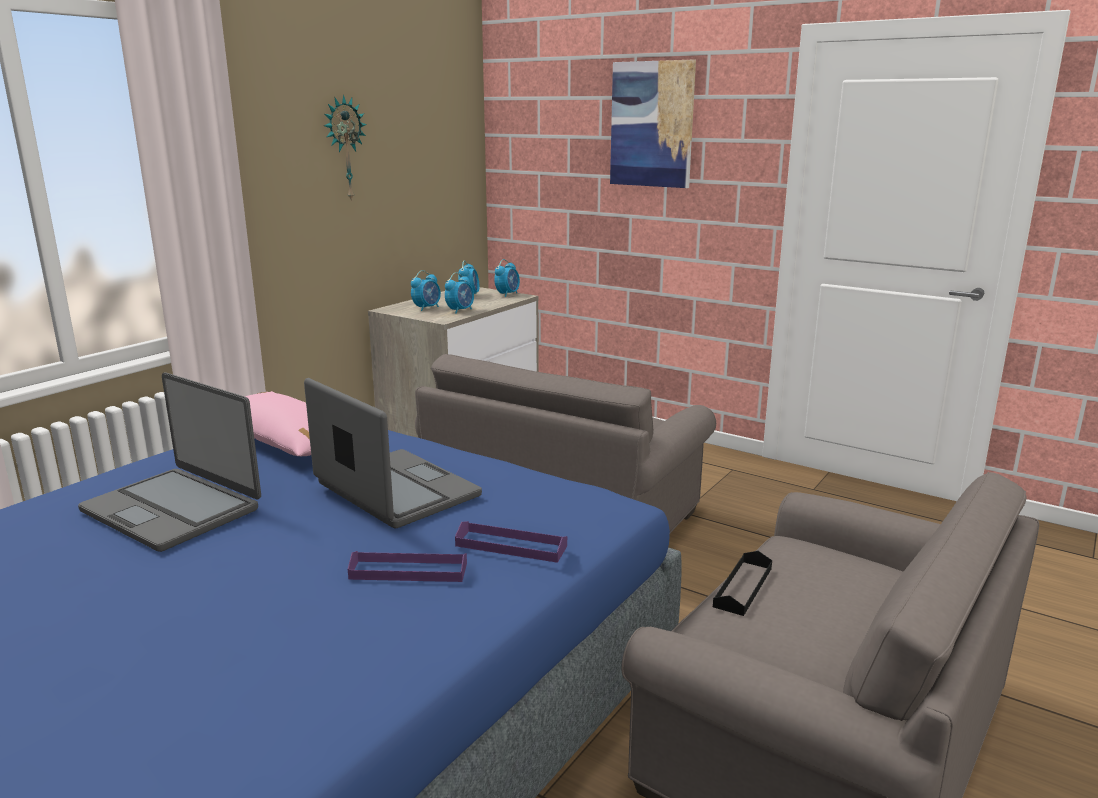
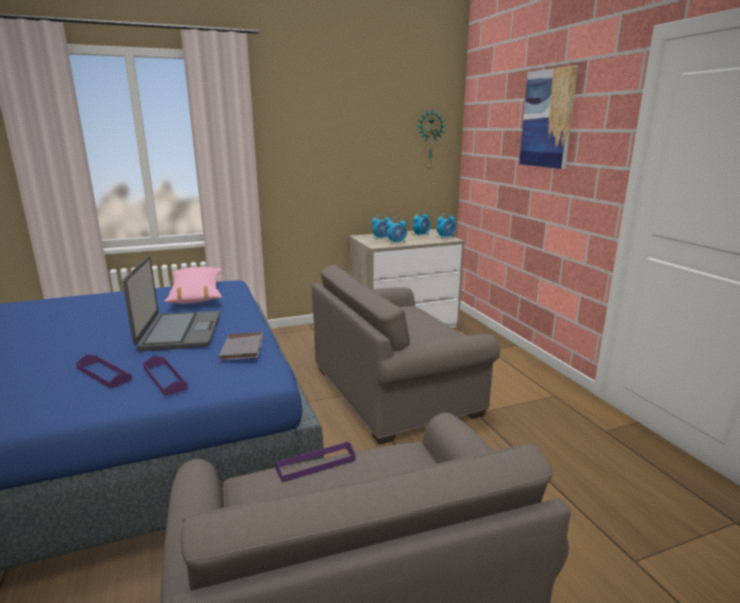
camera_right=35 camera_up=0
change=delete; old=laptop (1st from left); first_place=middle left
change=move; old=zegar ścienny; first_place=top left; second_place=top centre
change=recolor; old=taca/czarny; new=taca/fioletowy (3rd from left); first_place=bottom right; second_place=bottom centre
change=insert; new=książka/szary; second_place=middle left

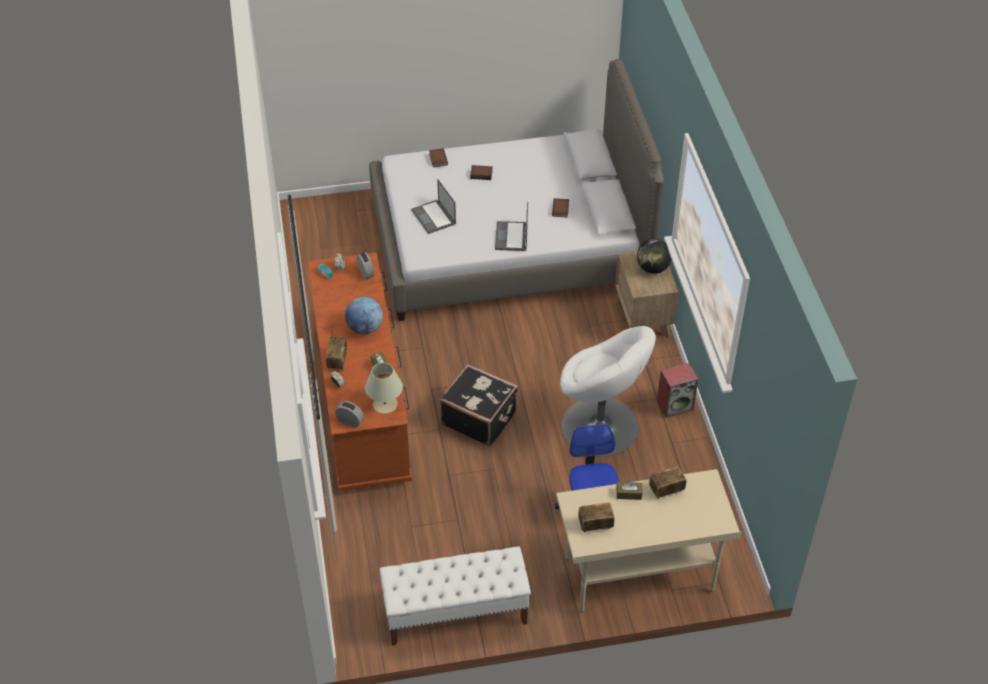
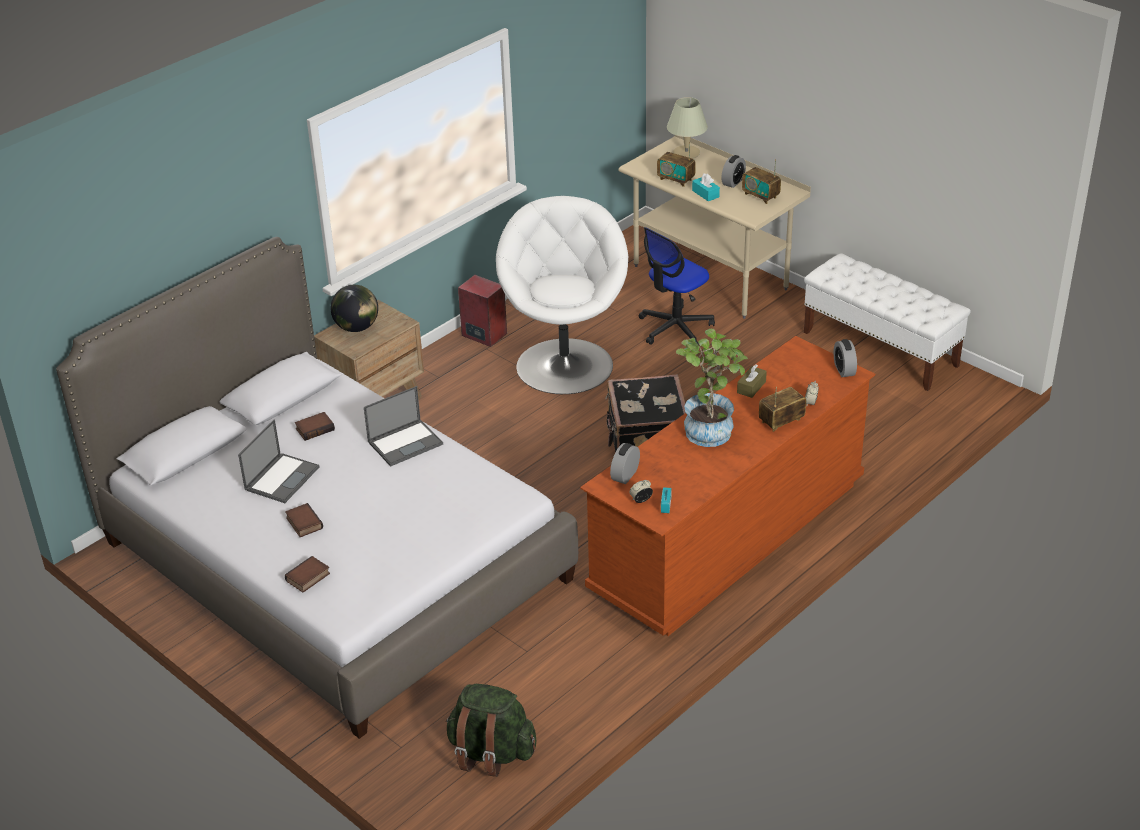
camera_right=-125 camera_up=-10
change=replace; old=globus (1st from left); new=roślina doniczkowa; first_place=centre; second_place=centre
change=move; old=lampa stołowa/beżowy; first_place=centre; second_place=top centre
change=move; old=laptop (1st from left); first_place=top centre; second_place=middle left
change=recolor; old=pudełko chusteczek/brązowy (2nd from left); new=pudełko chusteczek/turkusowy; first_place=bottom centre; second_place=top centre
change=insert; new=plecak/zielony; second_place=bottom centre
change=insert; new=budzik (3rd from left); second_place=top centre

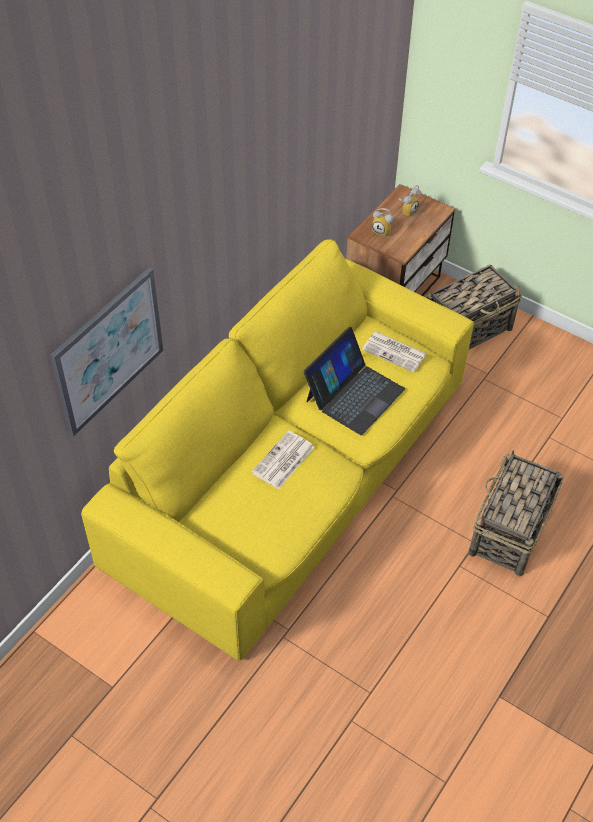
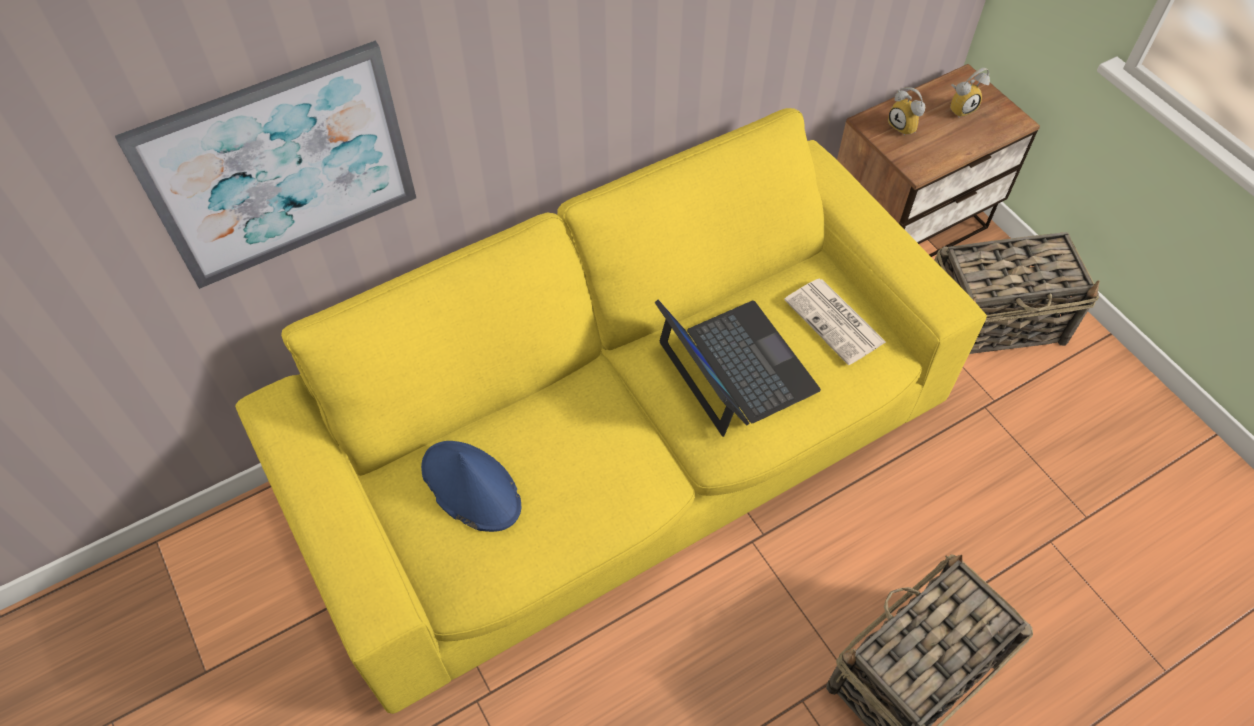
camera_right=25 camera_up=5
change=delete; old=gazeta (1st from left); first_place=centre
change=rotate; old=laptop; first_place=centre; second_place=centre; degrees=-90
change=insert; new=kapelusz/niebieski; second_place=bottom centre

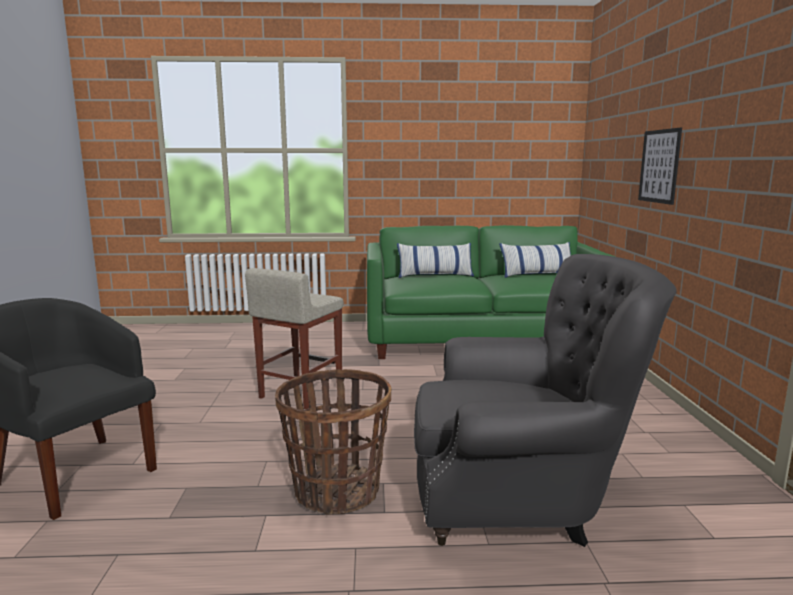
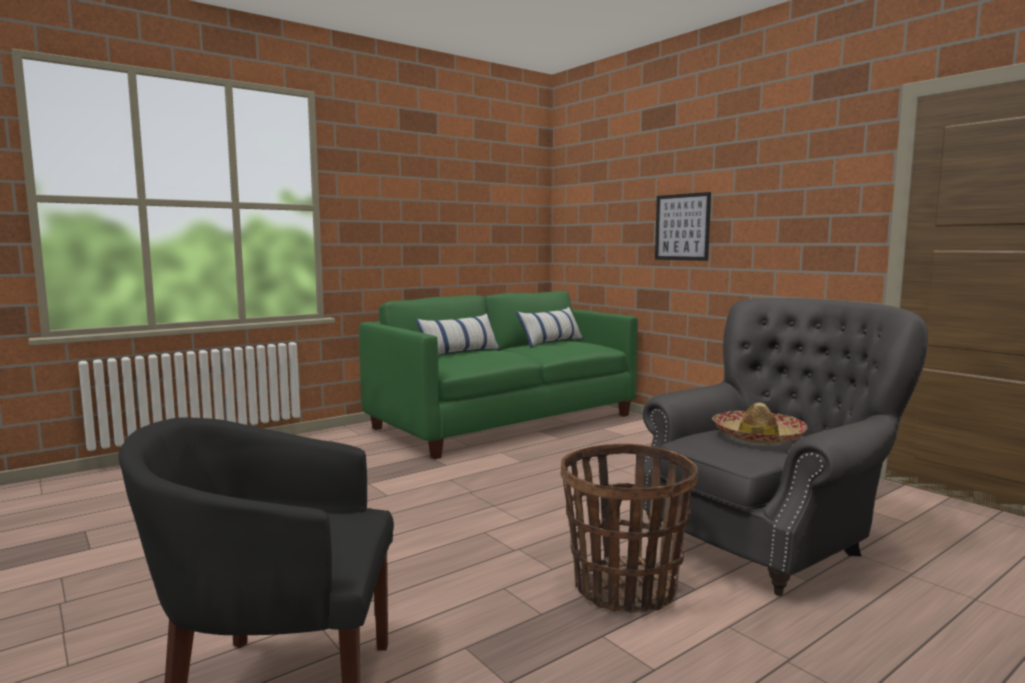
camera_right=-35 camera_up=-5
change=delete; old=stołek/beżowy; first_place=centre
change=insert; new=kapelusz; second_place=middle right

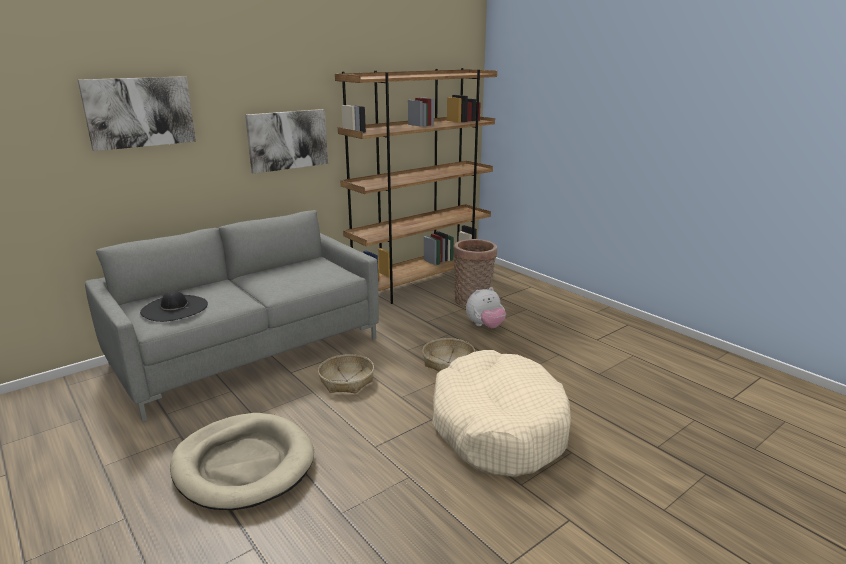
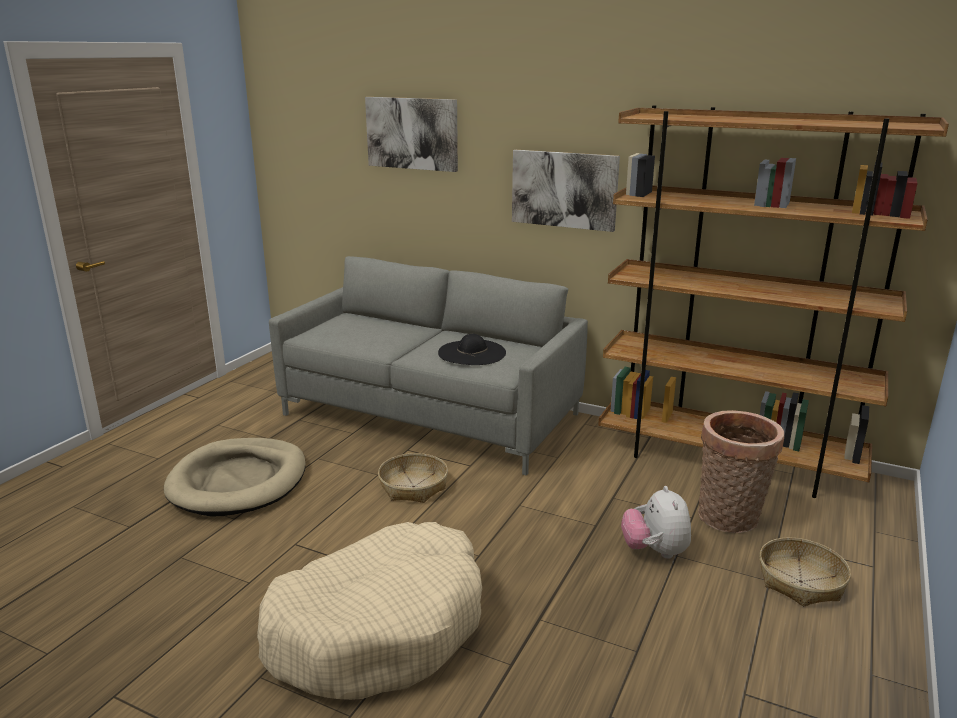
camera_right=65 camera_up=0
change=move; old=kapelusz/czarny; first_place=middle left; second_place=centre
change=move; old=koszyk (2nd from left in the first image); new=koszyk (3rd from left); first_place=centre; second_place=bottom right
change=rotate; old=pluszak; first_place=centre; second_place=bottom right; degrees=45

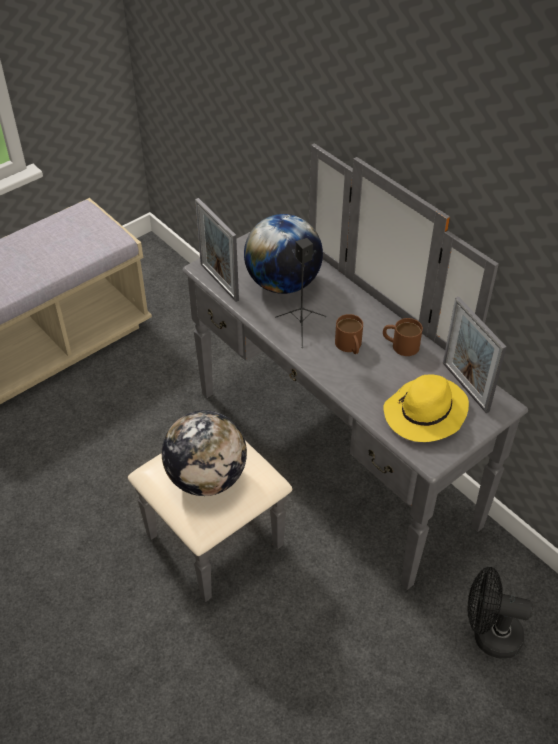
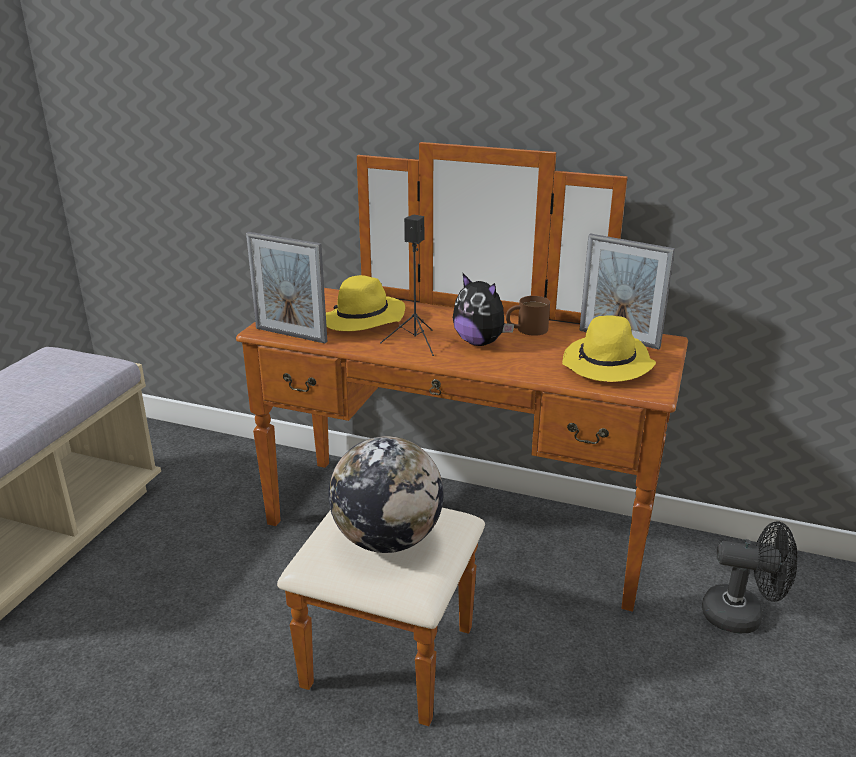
camera_right=-30 camera_up=-20
change=recolor; old=komoda/szary; new=komoda/brązowy; first_place=centre; second_place=centre
change=replace; old=globus (2nd from left); new=kapelusz/żółty (1st from left); first_place=centre; second_place=centre
change=replace; old=kubek/brązowy (1st from left); new=pluszak; first_place=centre; second_place=centre
change=rotate; old=wentylator/czarny; first_place=bottom right; second_place=bottom right; degrees=-150

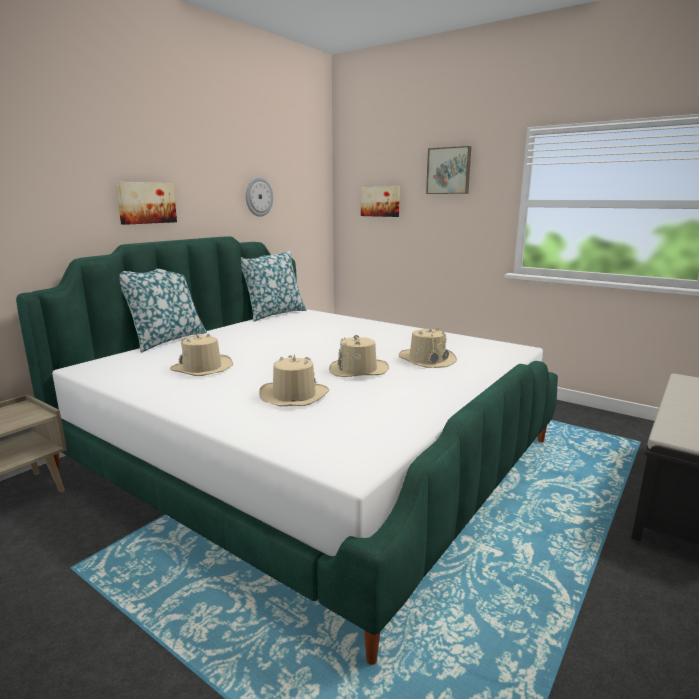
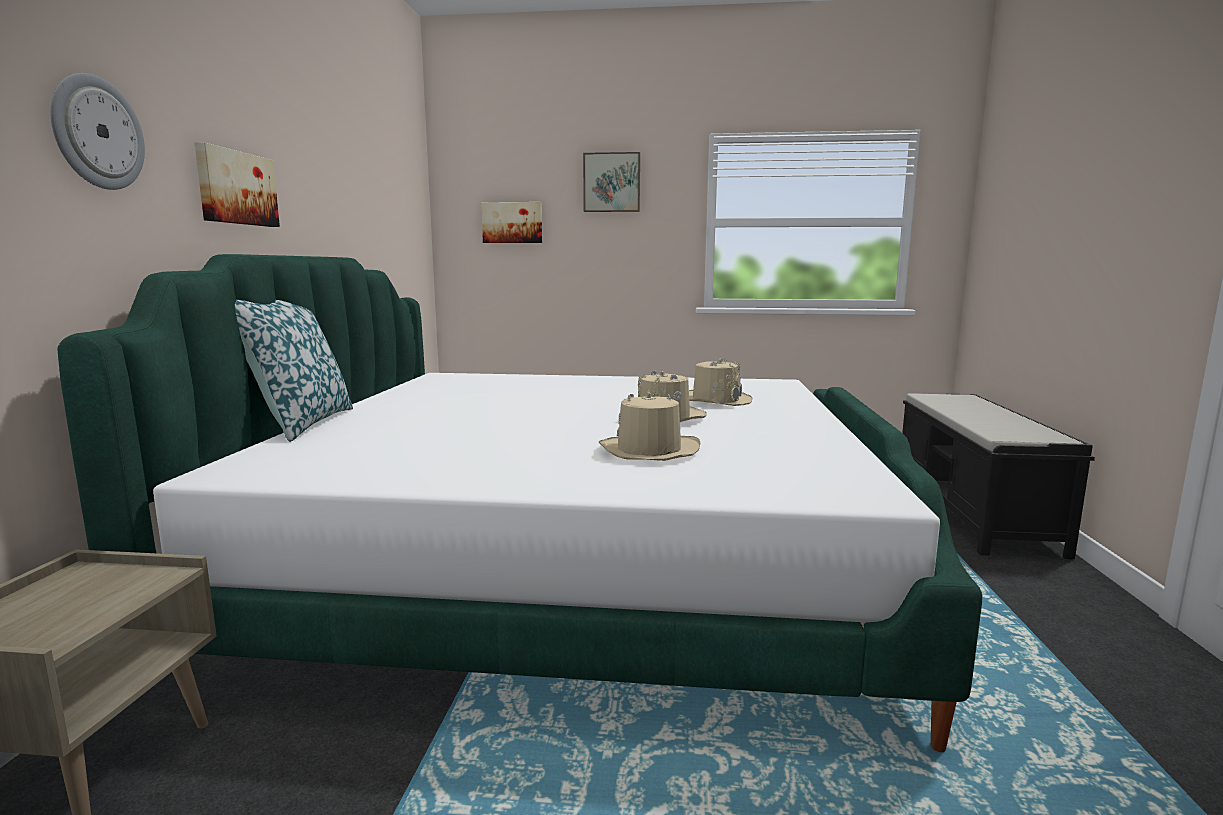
camera_right=-30 camera_up=-5
change=delete; old=kapelusz/beżowy (1st from left); first_place=middle left
change=delete; old=poduszka (2nd from left); first_place=centre
change=move; old=zegar ścienny; first_place=top centre; second_place=top left

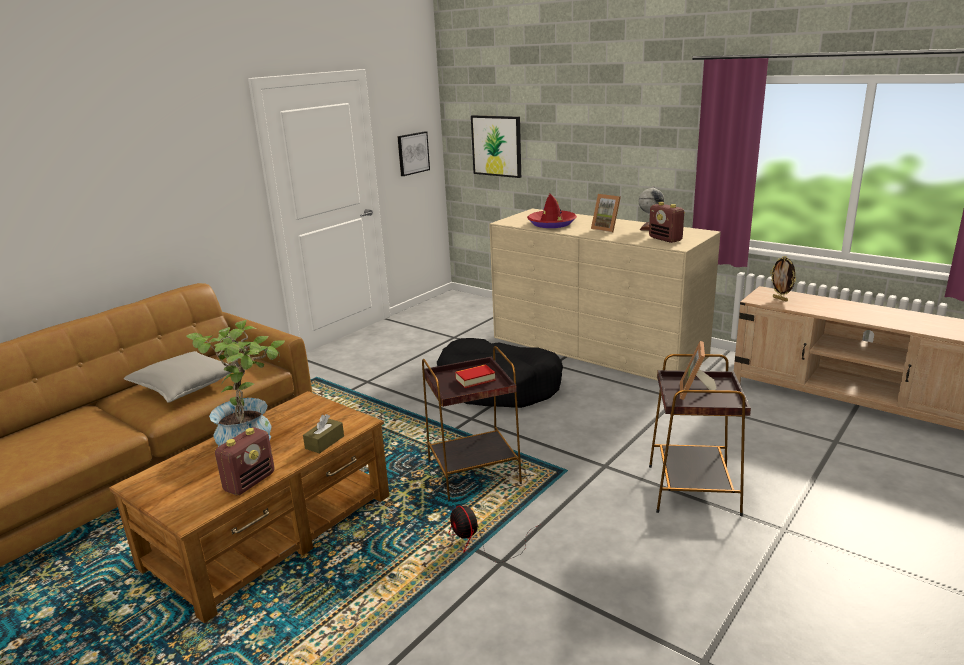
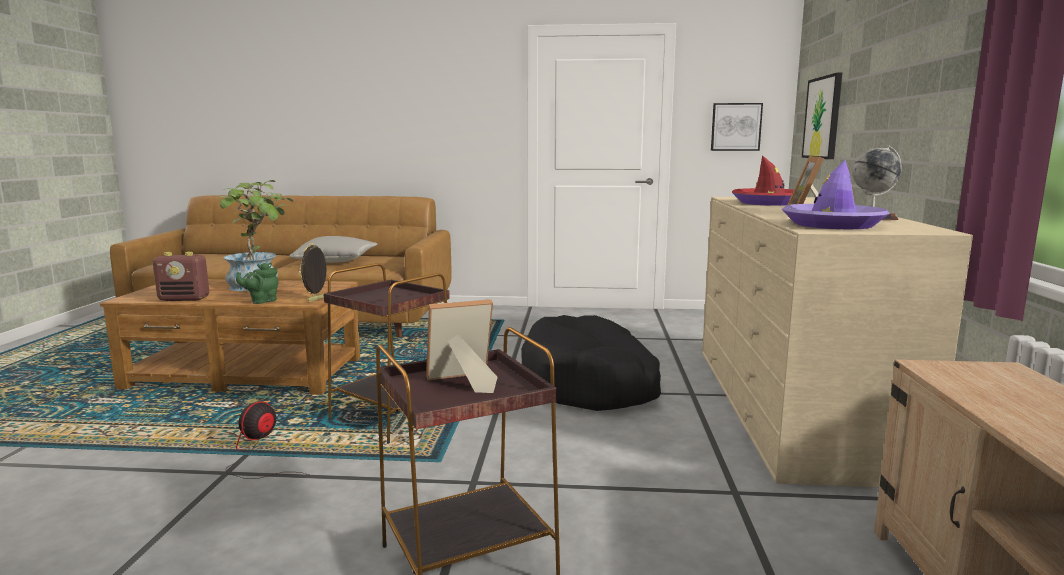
camera_right=55 camera_up=-10
change=replace; old=pudełko chusteczek/brązowy; new=imbryk/zielony; first_place=centre; second_place=middle left
change=delete; old=książka; first_place=centre
change=replace; old=radio (2nd from left); new=kapelusz/fioletowy; first_place=middle right; second_place=middle right
change=move; old=ramka na zdjęcie (3rd from left in the first image); new=ramka na zdjęcie (1st from left); first_place=middle right; second_place=middle left

